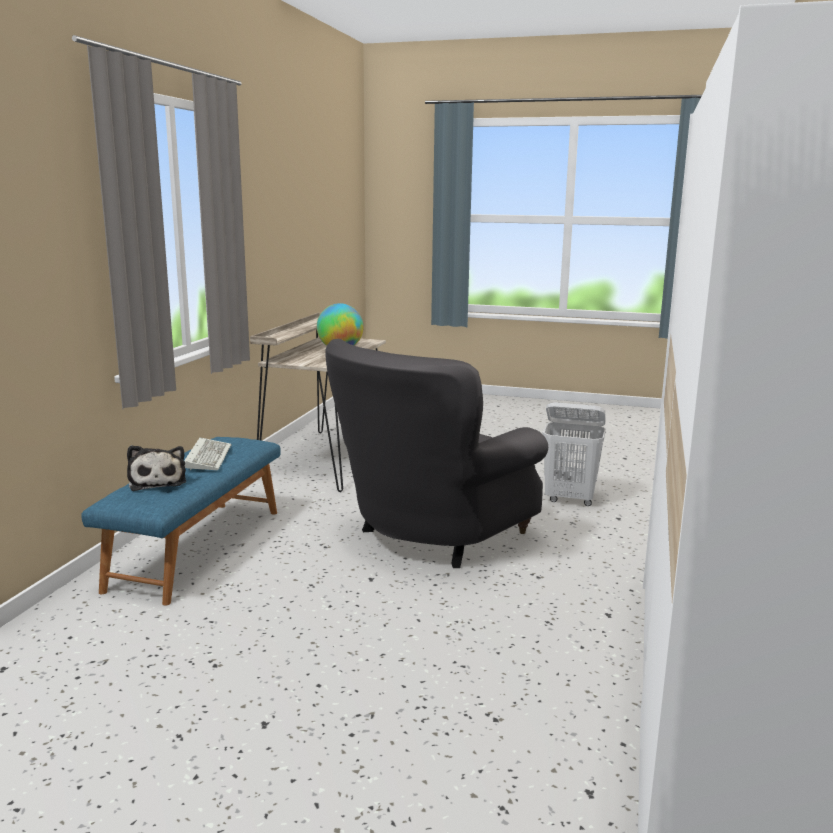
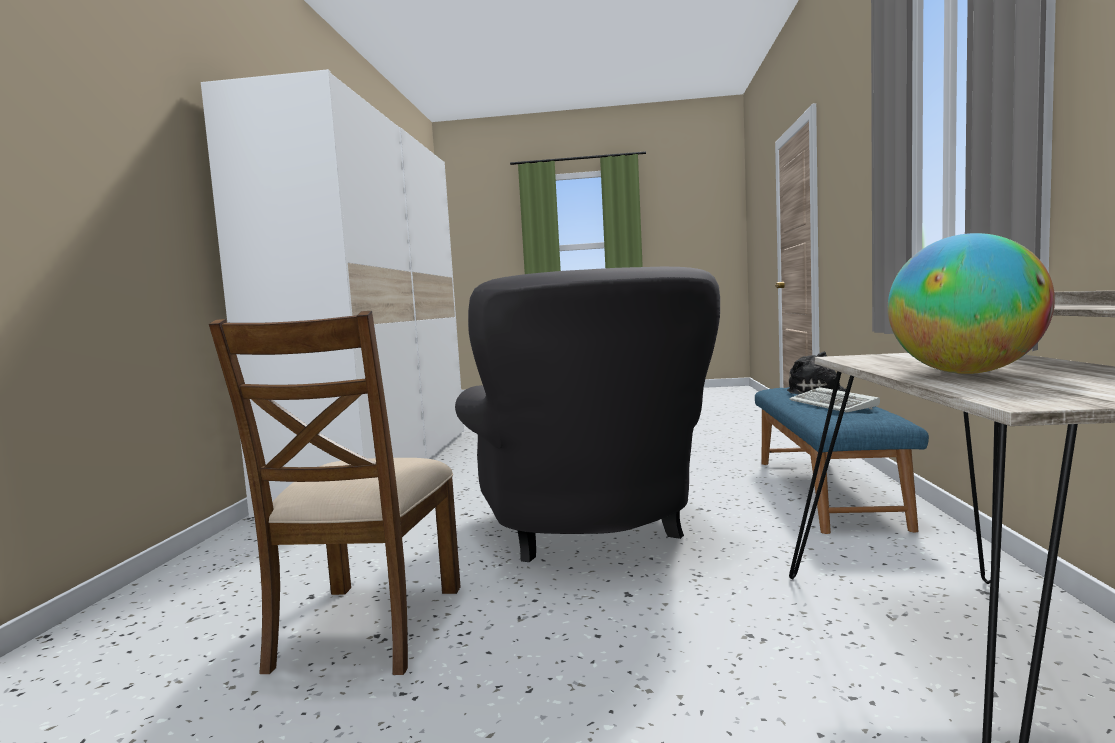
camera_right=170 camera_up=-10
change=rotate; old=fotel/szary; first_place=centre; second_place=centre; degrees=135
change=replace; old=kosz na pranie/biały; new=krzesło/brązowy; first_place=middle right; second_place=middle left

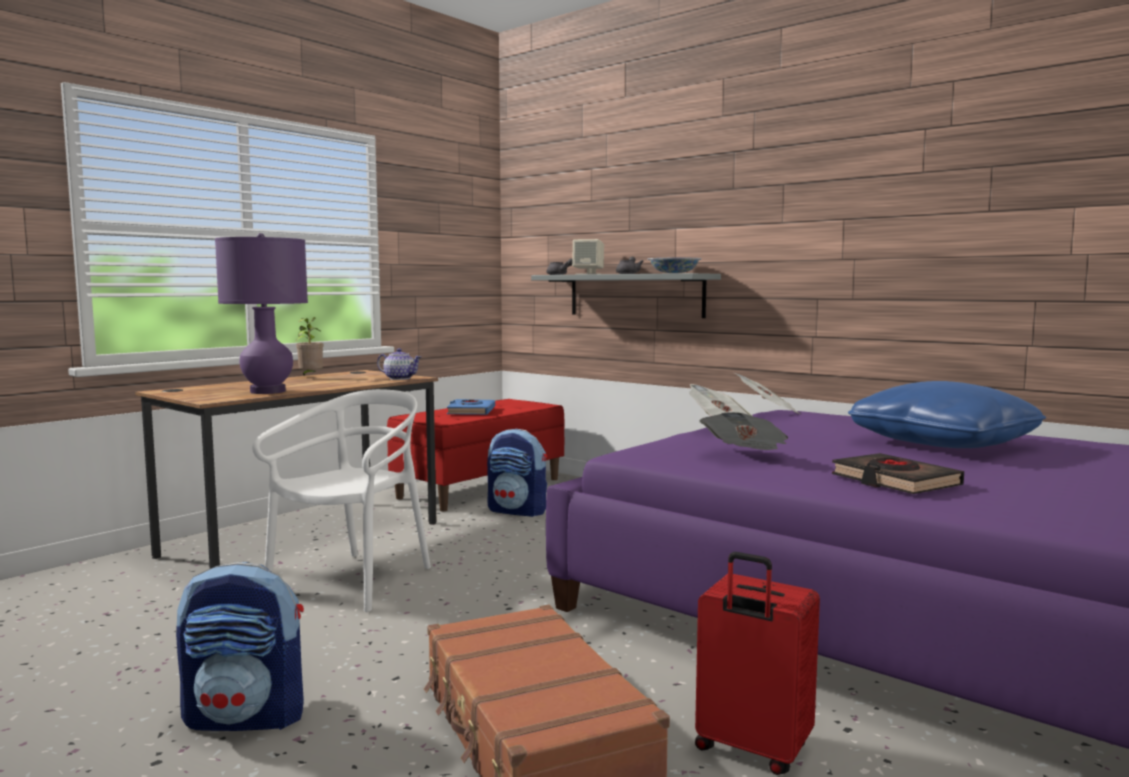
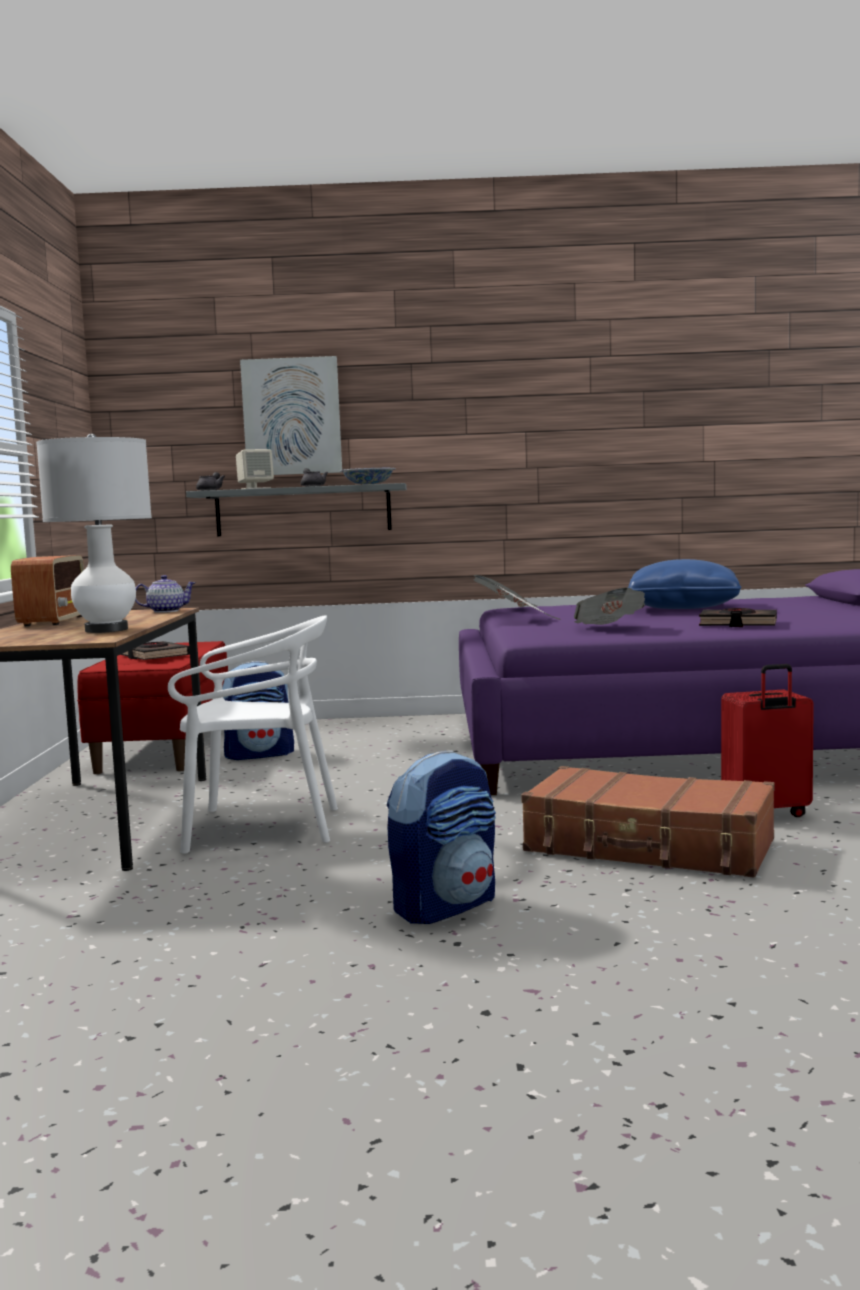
camera_right=-40 camera_up=0
change=recolor; old=lampa stołowa/fioletowy; new=lampa stołowa/biały; first_place=middle left; second_place=middle left
change=rotate; old=krzesło/biały; first_place=middle left; second_place=middle left; degrees=105
change=replace; old=roślina doniczkowa; new=radio; first_place=middle left; second_place=middle left
change=recolor; old=książka/niebieski; new=książka/czarny (1st from left); first_place=centre; second_place=middle left
change=insert; new=obraz; second_place=top centre

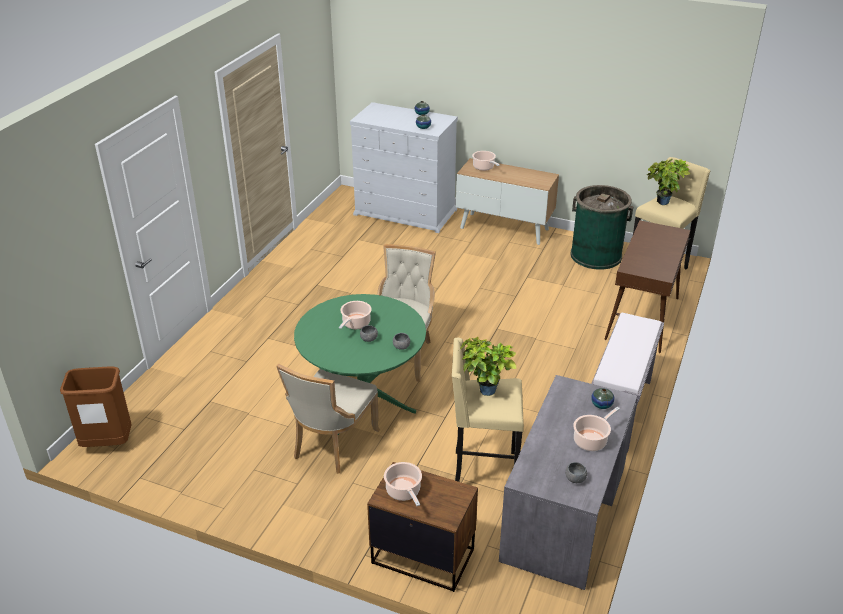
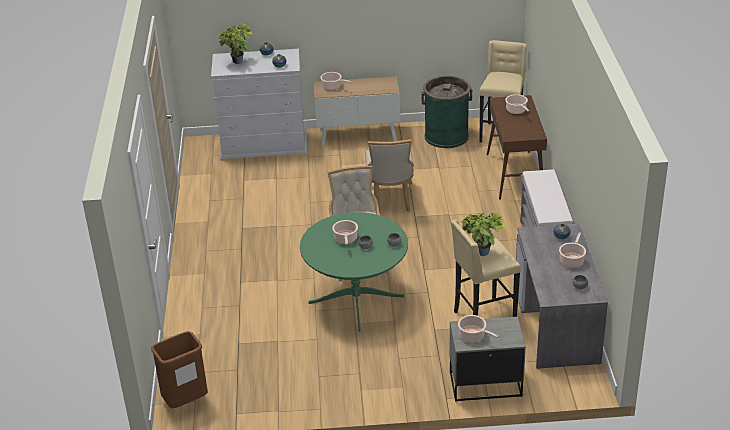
camera_right=-25 camera_up=0
change=move; old=krzesło/beżowy (1st from left in the first image); new=krzesło/beżowy (2nd from left); first_place=bottom centre; second_place=centre
change=recolor; old=szafka nocna/brązowy; new=szafka nocna/szary; first_place=bottom centre; second_place=bottom right
change=move; old=roślina doniczkowa (2nd from left in the first image); new=roślina doniczkowa (1st from left); first_place=top right; second_place=top left
change=insert; new=garnek (4th from left); second_place=top right

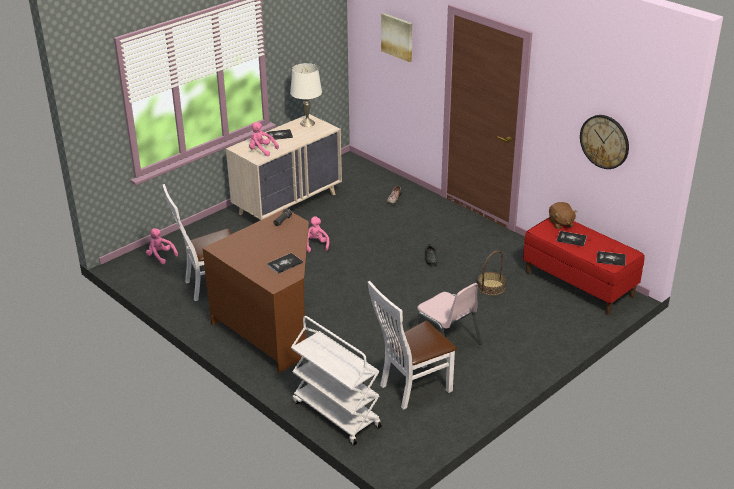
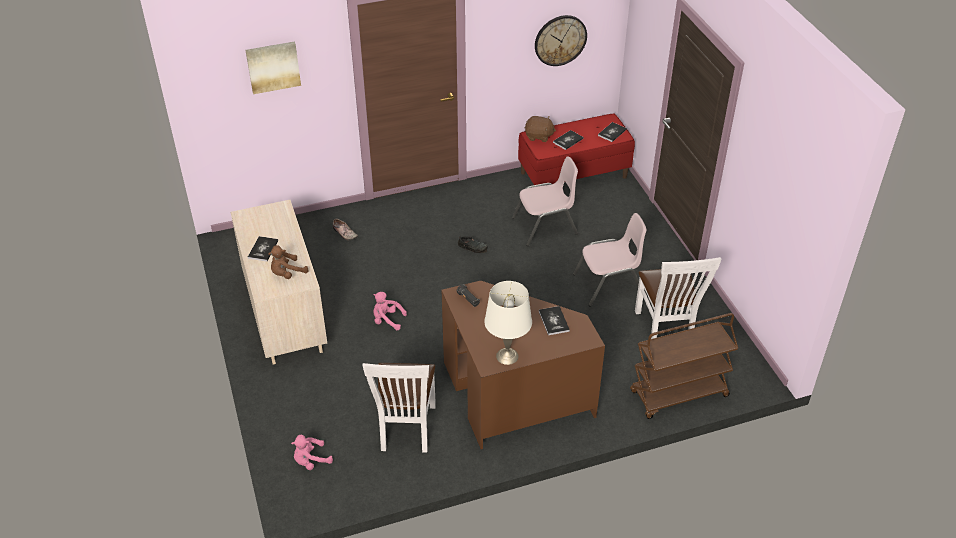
camera_right=-65 camera_up=10
change=recolor; old=pluszak/różowy (2nd from left); new=pluszak/brązowy (1st from left); first_place=top centre; second_place=middle left
change=move; old=lampa stołowa/biały; first_place=top centre; second_place=centre
change=recolor; old=wózek/biały; new=wózek/brązowy; first_place=bottom centre; second_place=bottom right
change=replace; old=koszyk; new=krzesło/różowy (1st from left); first_place=middle right; second_place=centre

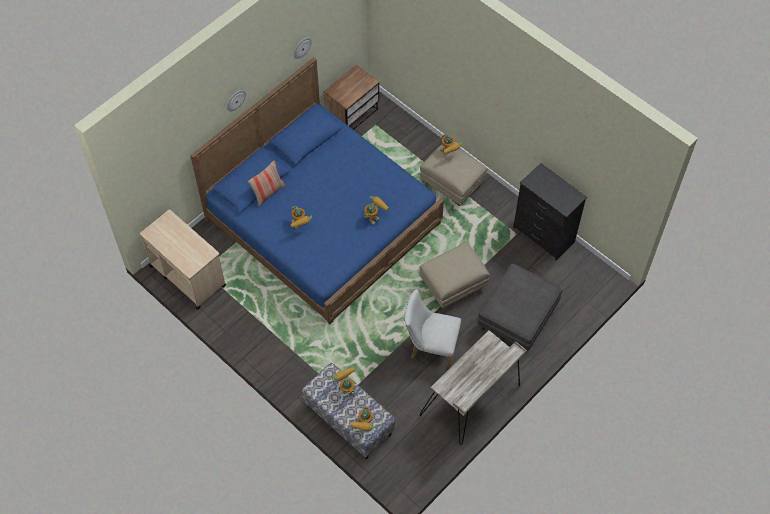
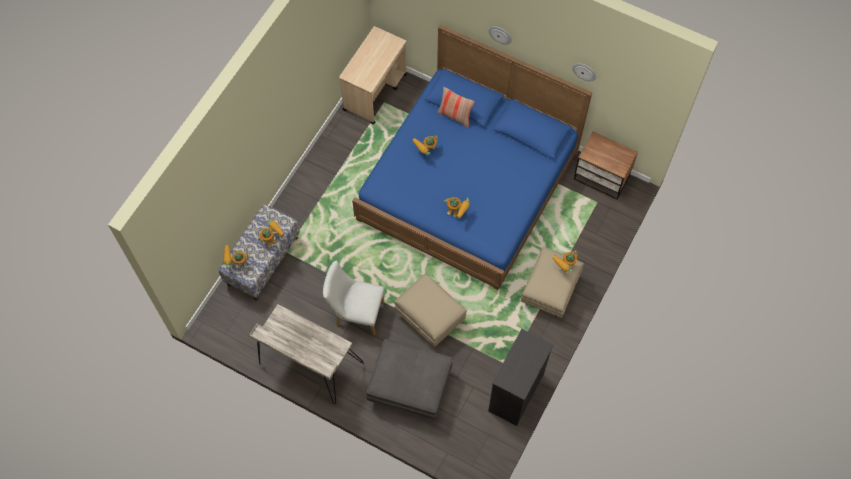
camera_right=75 camera_up=5
change=rotate; old=krzesło/biały; first_place=centre; second_place=centre; degrees=-75

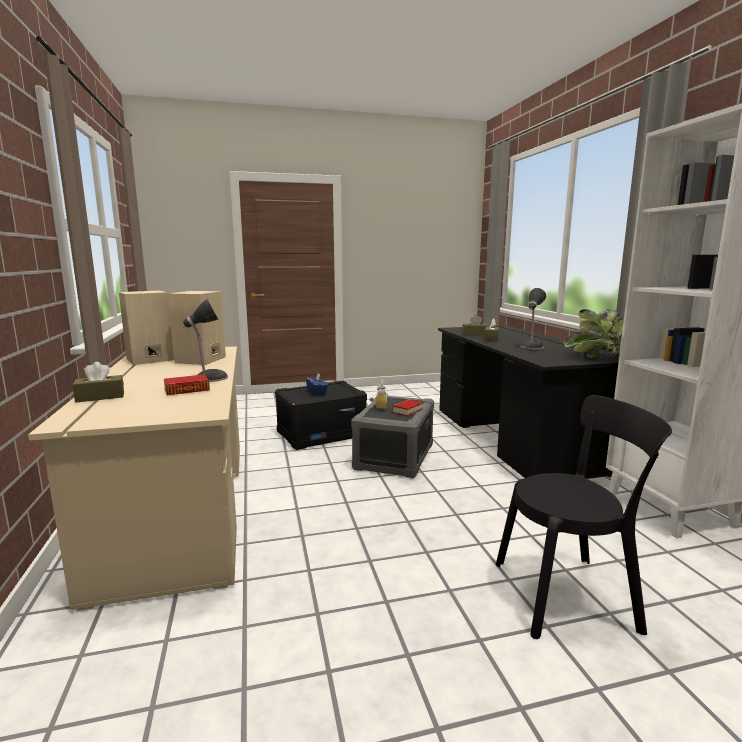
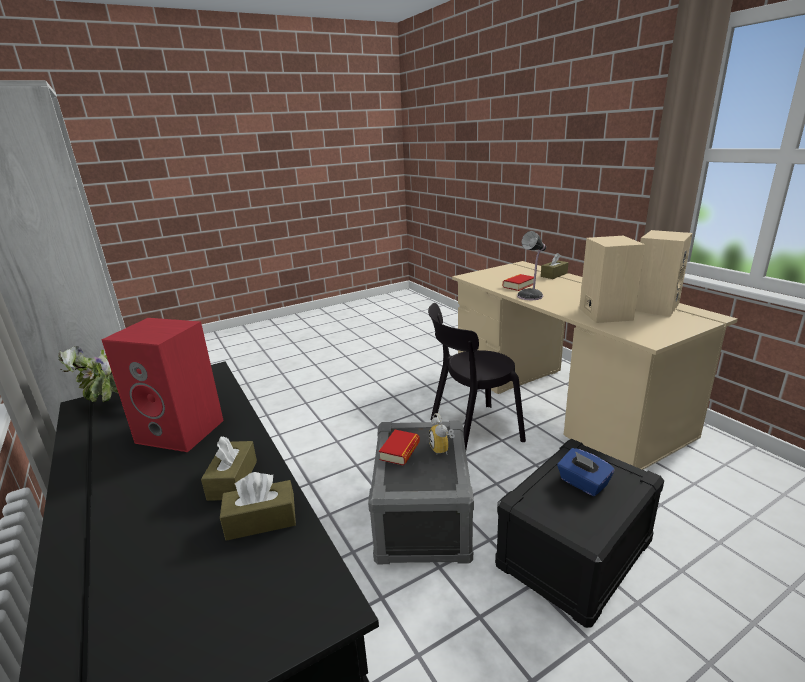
camera_right=165 camera_up=10
change=move; old=krzesło/czarny; first_place=bottom right; second_place=centre
change=replace; old=lampa stołowa (2nd from left); new=głośnik/czerwony; first_place=middle right; second_place=middle left

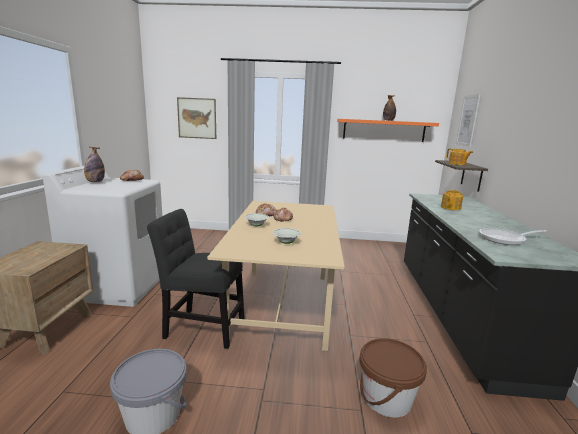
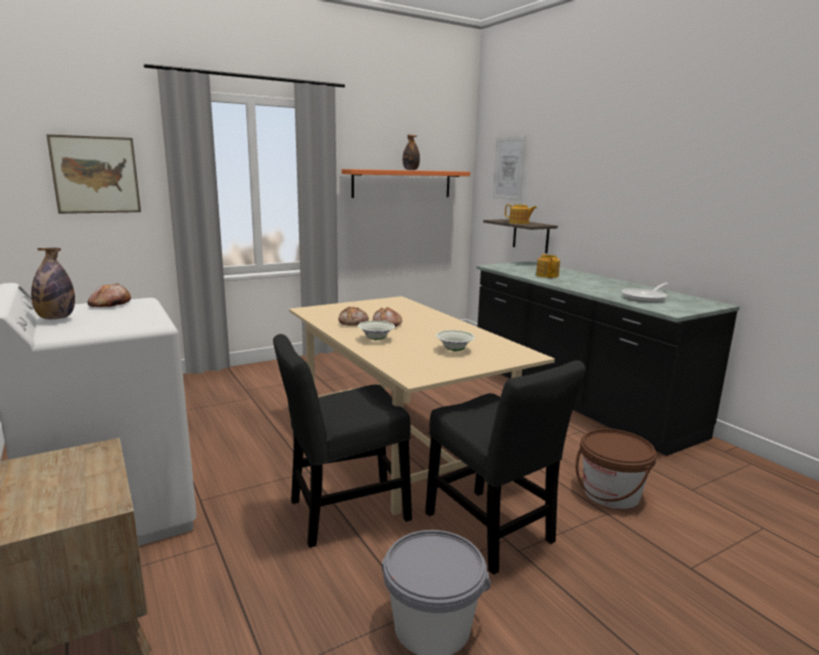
camera_right=-35 camera_up=0
change=insert; new=krzesło/czarny (2nd from left); second_place=bottom centre

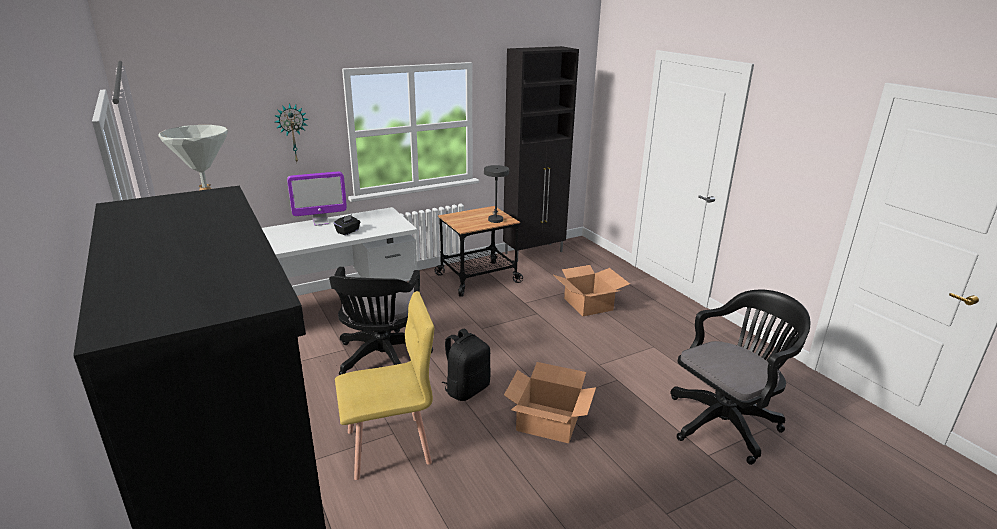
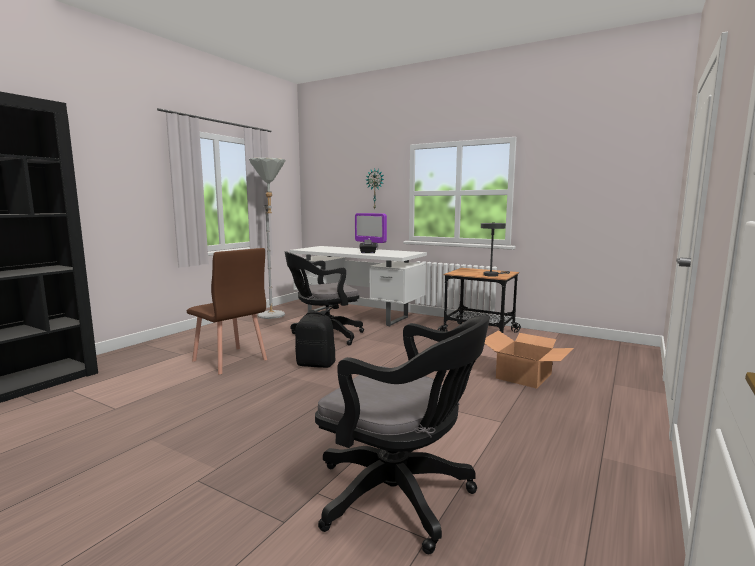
camera_right=60 camera_up=-15
change=recolor; old=krzesło/żółty; new=krzesło/brązowy; first_place=bottom centre; second_place=middle left
change=delete; old=szafka/czarny; first_place=top centre
change=delete; old=karton (1st from left); first_place=bottom centre

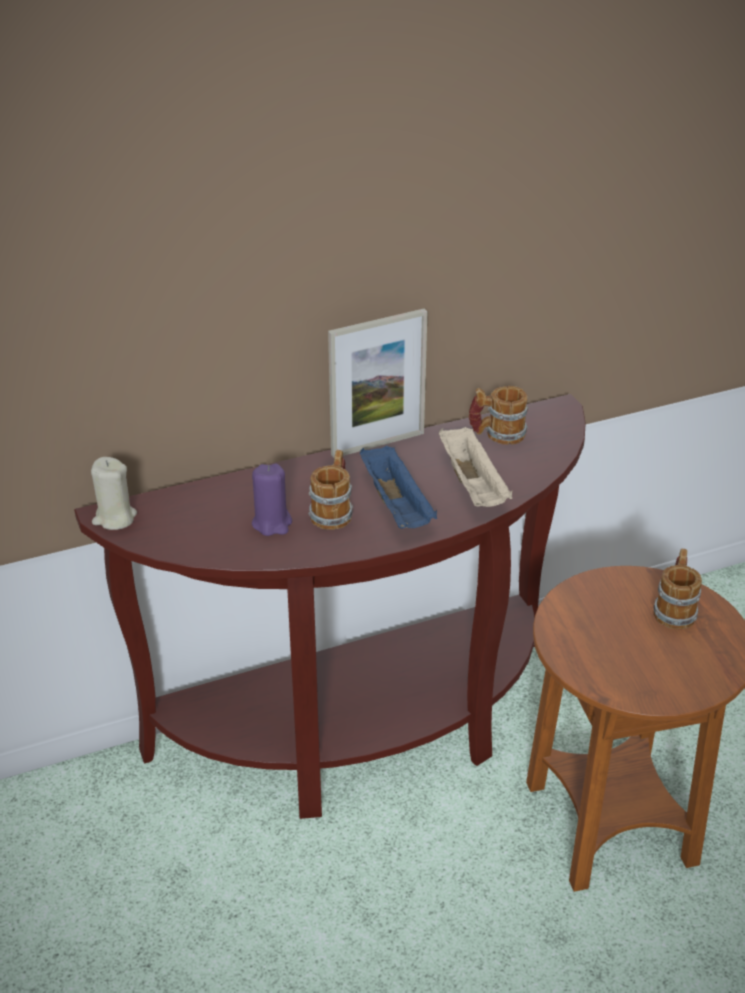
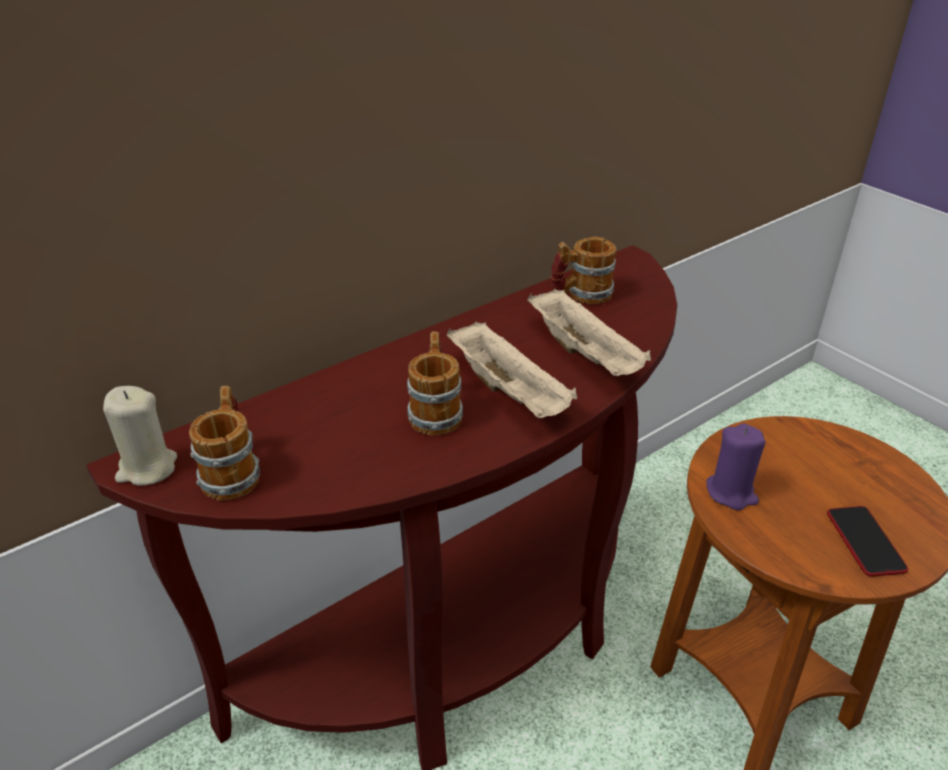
camera_right=-15 camera_up=0
change=move; old=świeca/fioletowy; first_place=centre; second_place=middle right
change=delete; old=ramka na zdjęcie; first_place=centre
change=recolor; old=taca/niebieski; new=taca/beżowy (1st from left); first_place=centre; second_place=centre
change=move; old=kubek (3rd from left in the first image); new=kubek (1st from left); first_place=middle right; second_place=middle left
change=insert; new=telefon; second_place=bottom right

